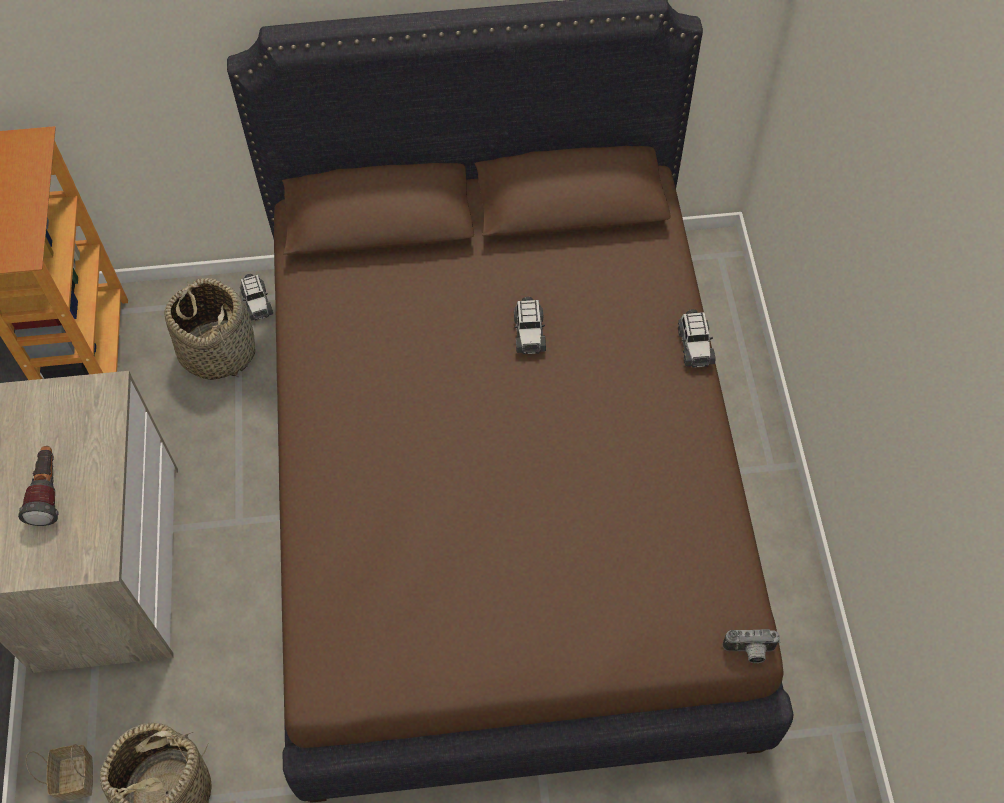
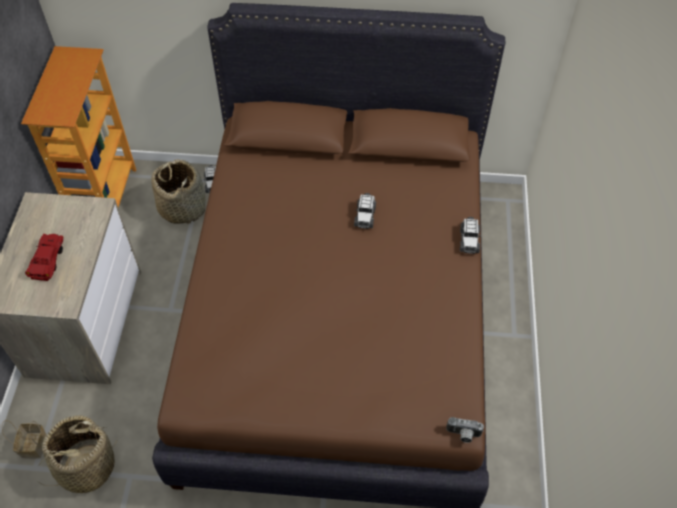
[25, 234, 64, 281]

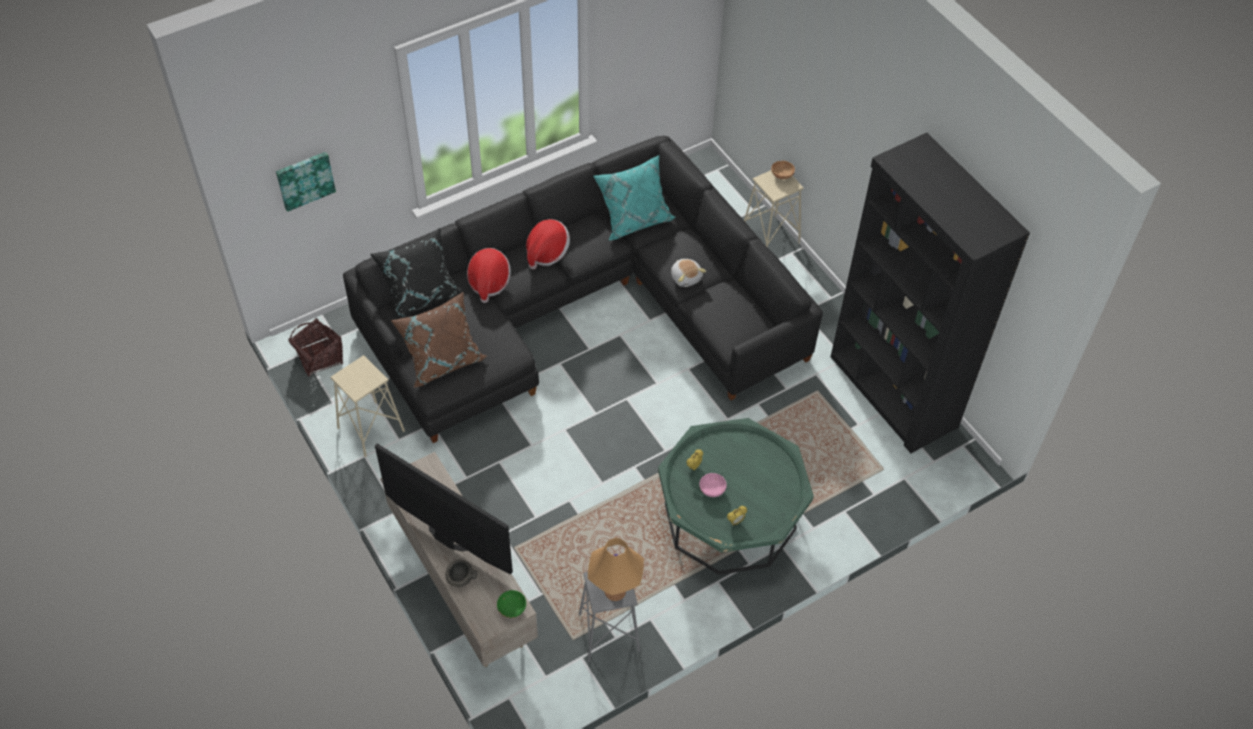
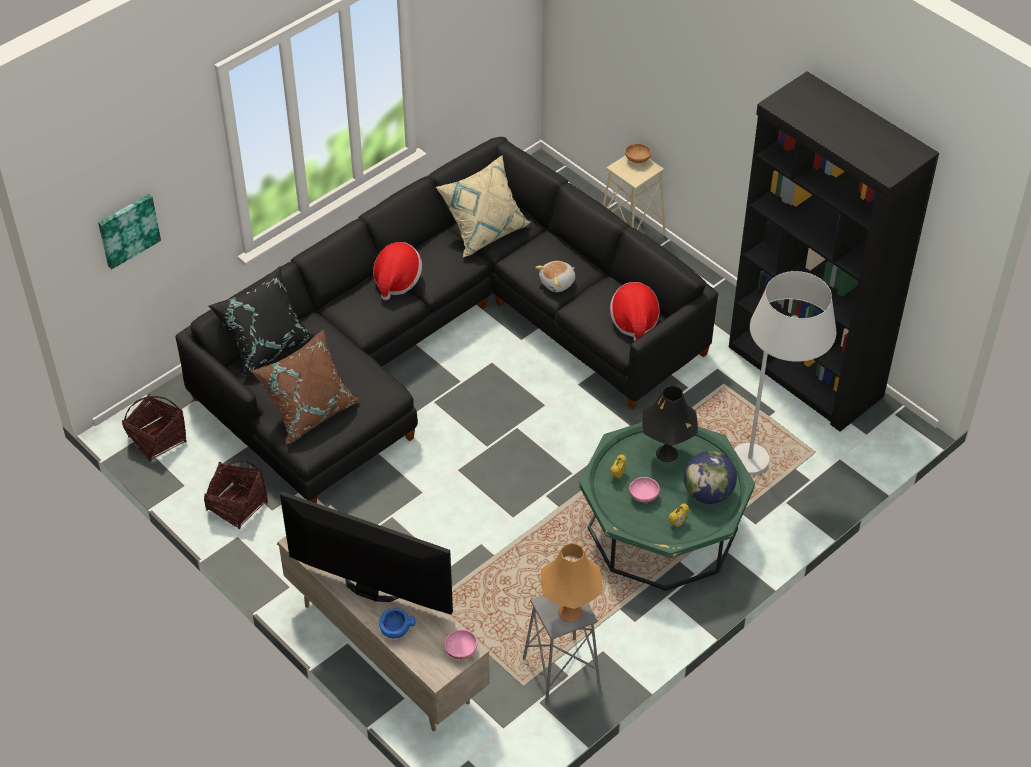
[204, 461, 268, 529]
[379, 608, 415, 638]
[436, 155, 531, 257]
[445, 630, 478, 659]
[535, 261, 575, 292]
[610, 282, 659, 341]
[642, 385, 698, 462]
[684, 451, 737, 504]
[734, 271, 836, 475]

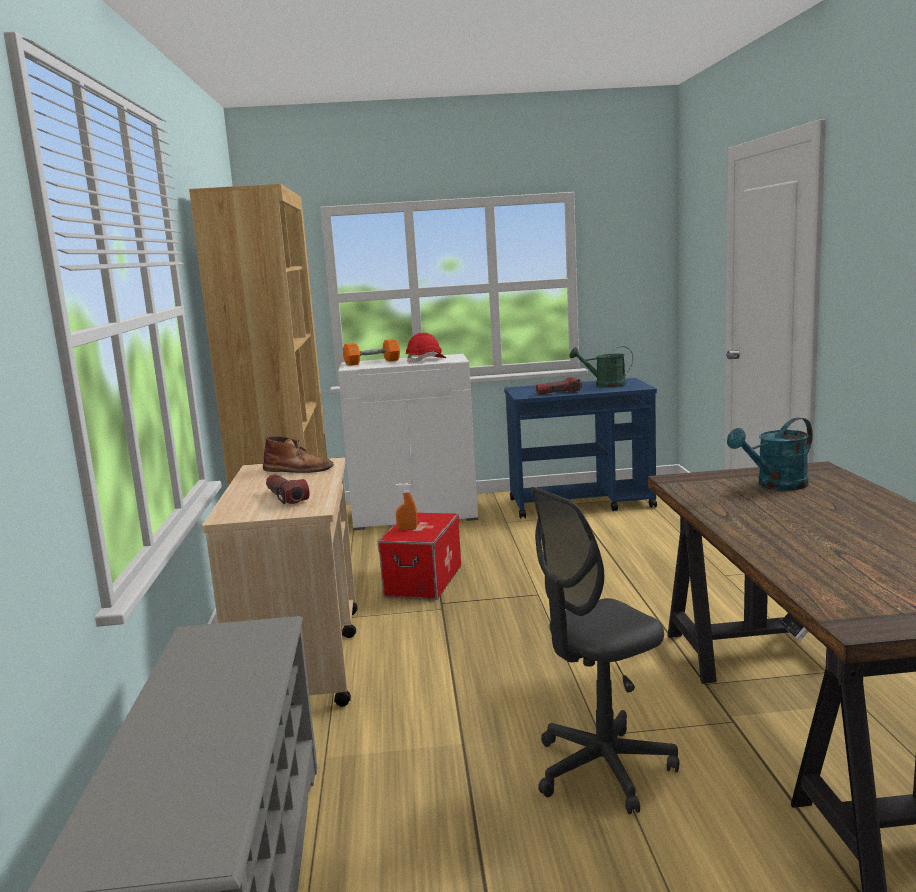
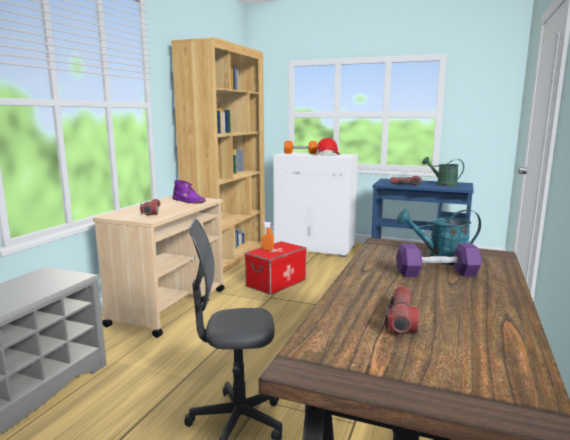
[173, 180, 206, 203]
[385, 287, 419, 333]
[396, 243, 482, 277]

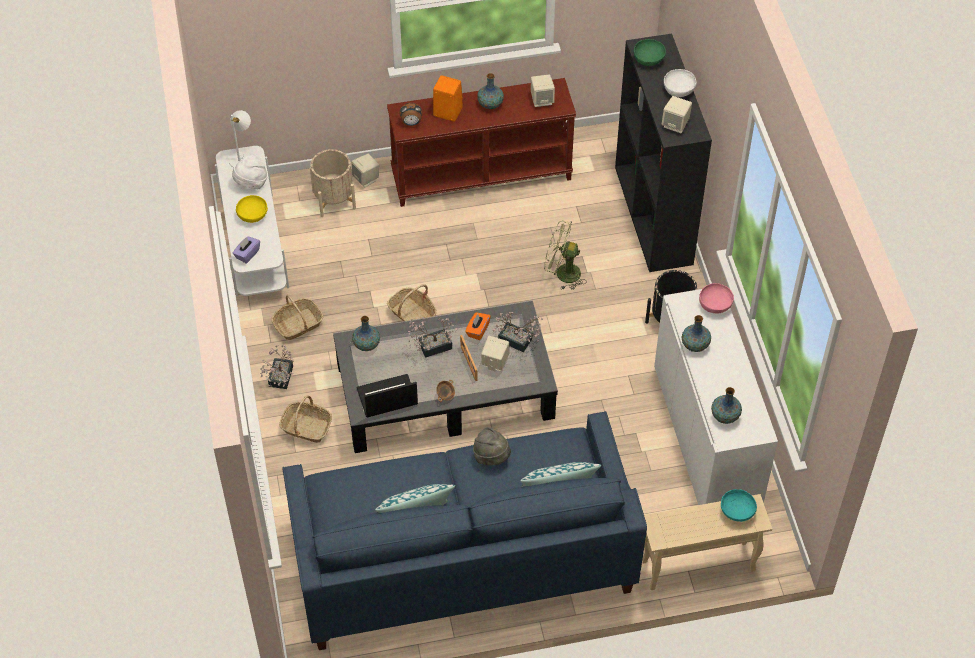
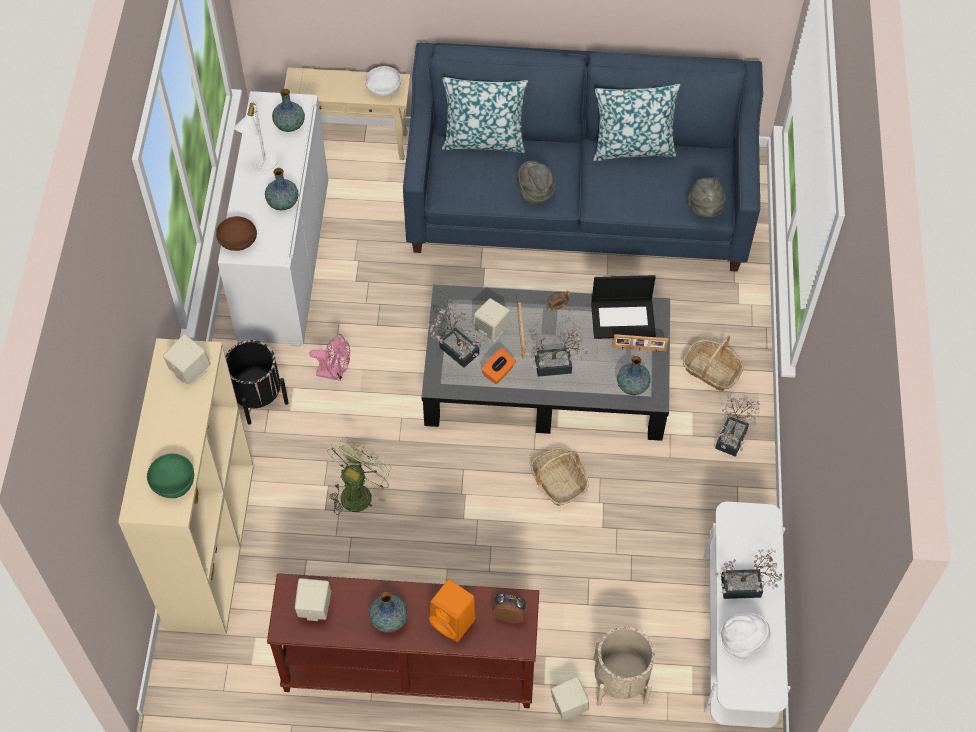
[118, 338, 254, 635]
[216, 216, 257, 251]
[233, 101, 278, 171]
[309, 334, 350, 381]
[327, 438, 395, 515]
[365, 66, 401, 96]
[613, 334, 669, 352]
[687, 177, 726, 217]
[714, 549, 783, 599]
[233, 236, 260, 264] (first image)
[271, 295, 323, 340] (first image)
[721, 489, 757, 522] (first image)

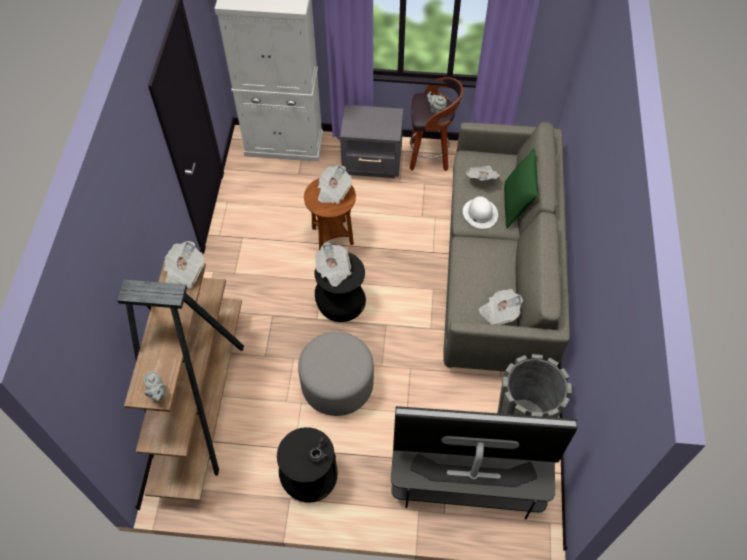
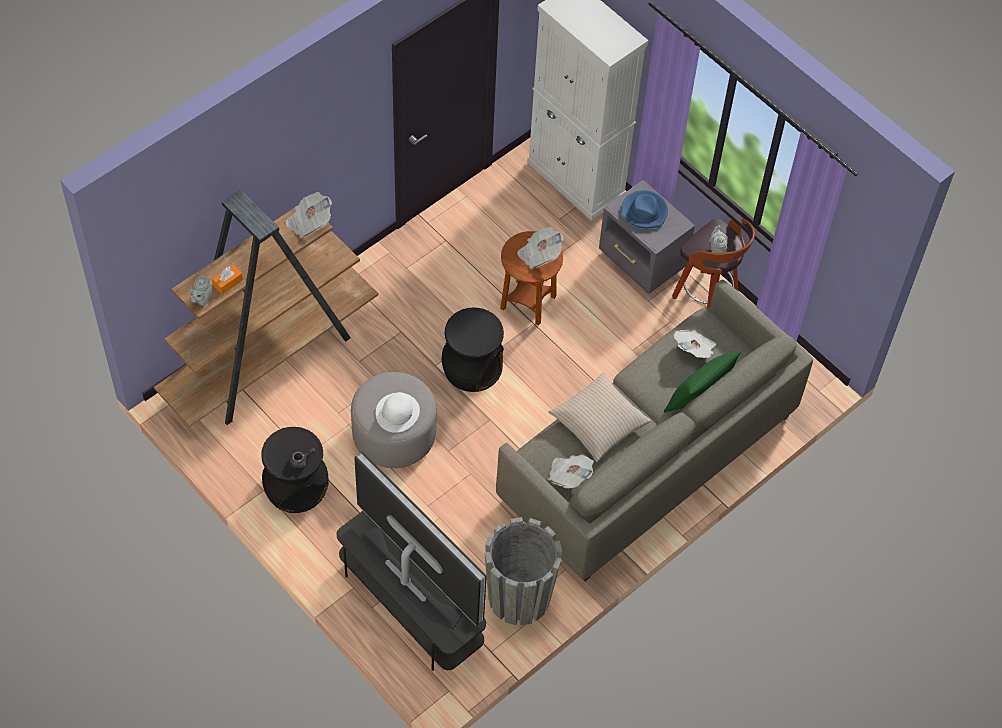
[212, 265, 243, 294]
[376, 392, 420, 433]
[548, 372, 651, 462]
[621, 190, 668, 228]
[315, 243, 351, 287] (first image)

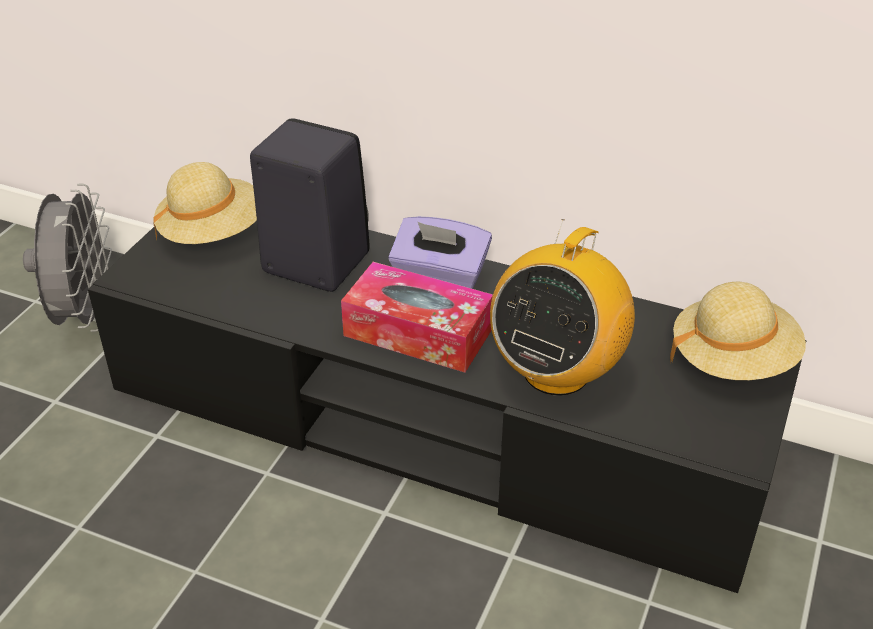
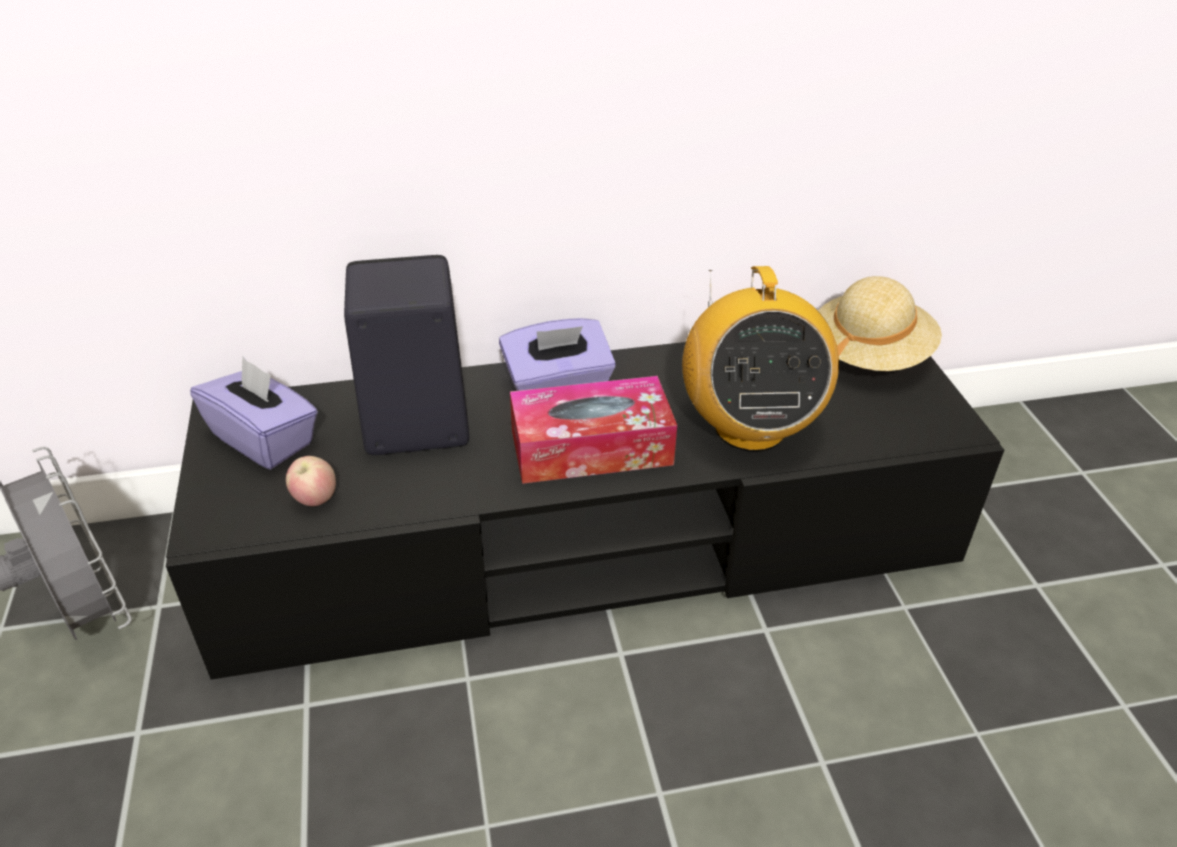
[190, 357, 318, 469]
[286, 456, 336, 506]

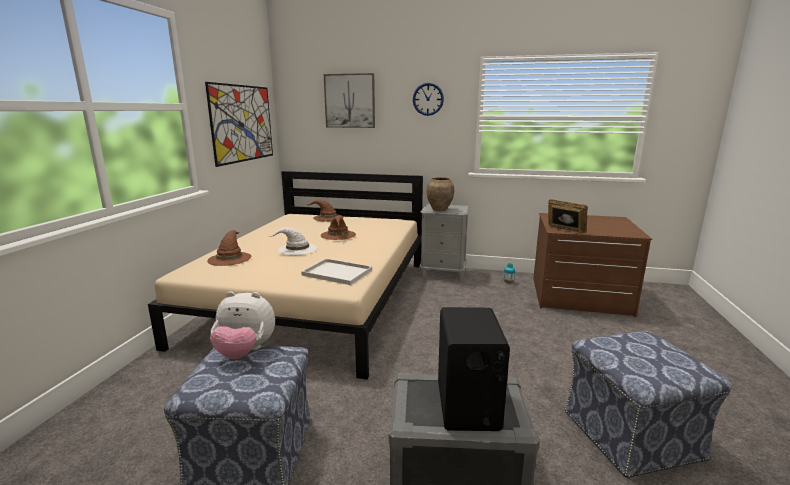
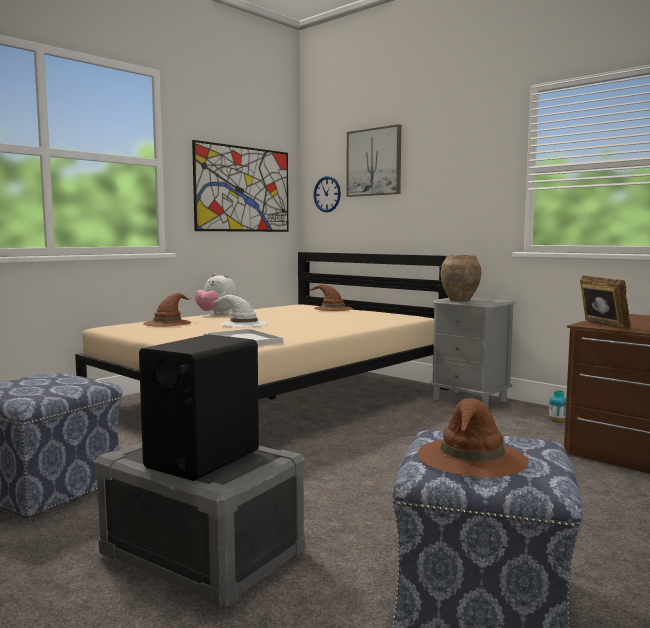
[195, 273, 238, 314]
[314, 176, 341, 212]
[418, 398, 529, 478]

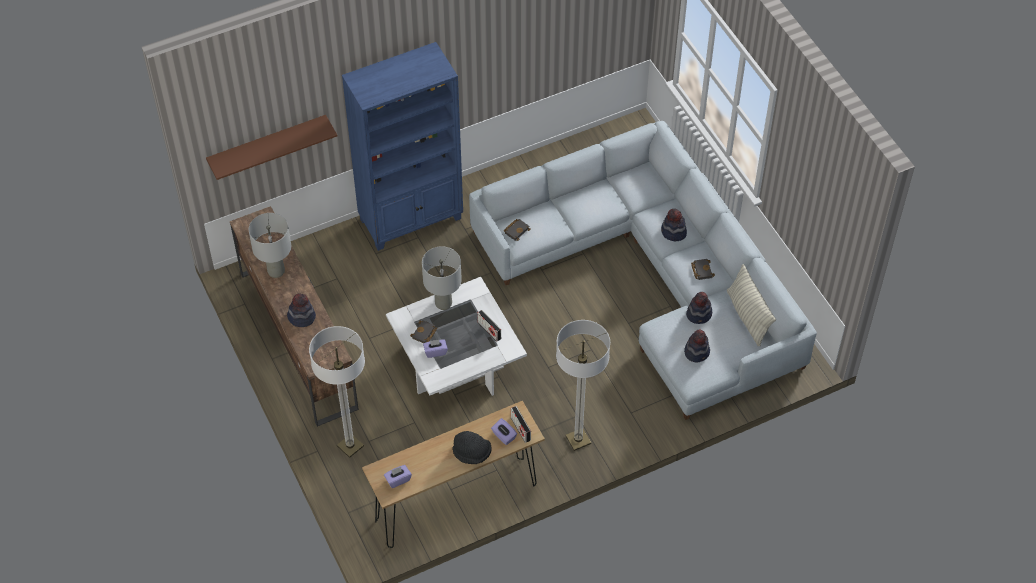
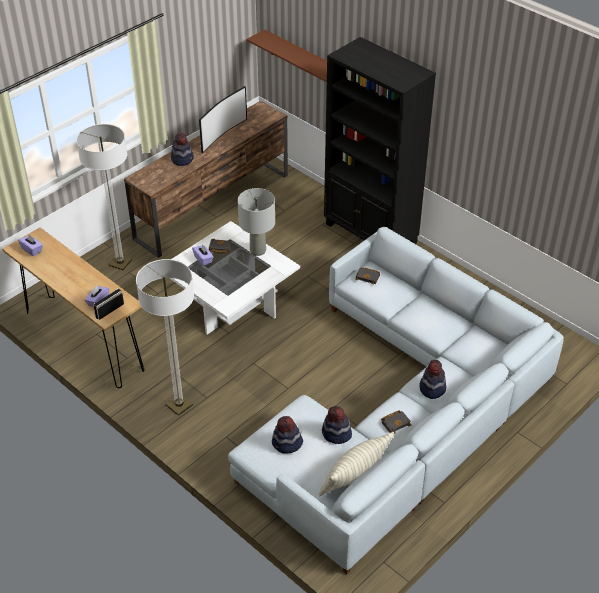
[199, 86, 247, 153]
[324, 37, 436, 244]
[452, 431, 492, 464] (first image)
[477, 310, 501, 342] (first image)

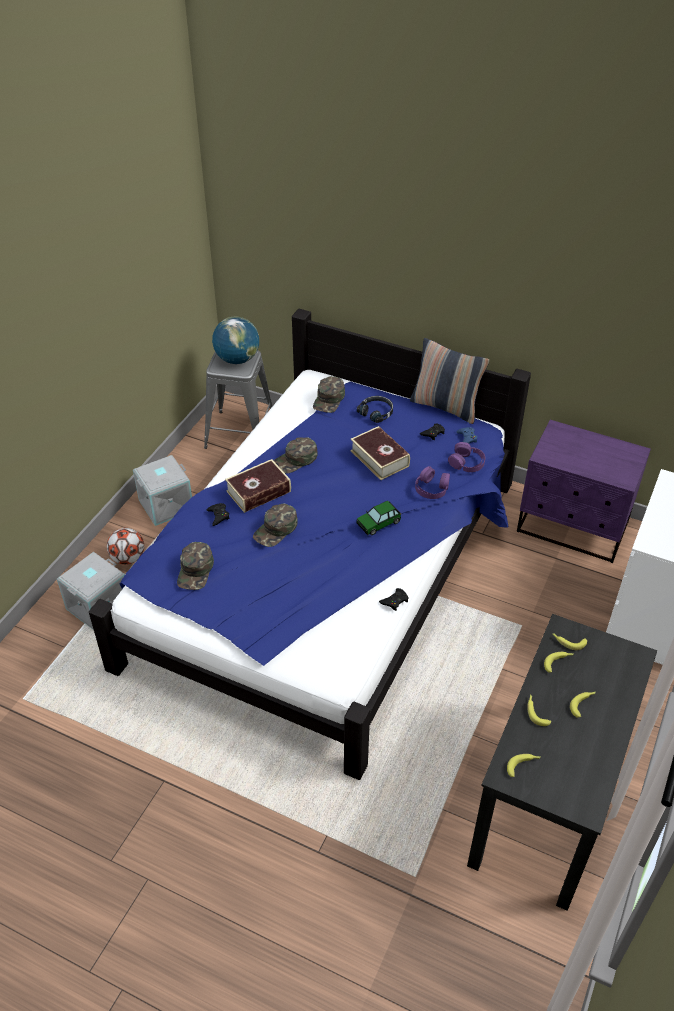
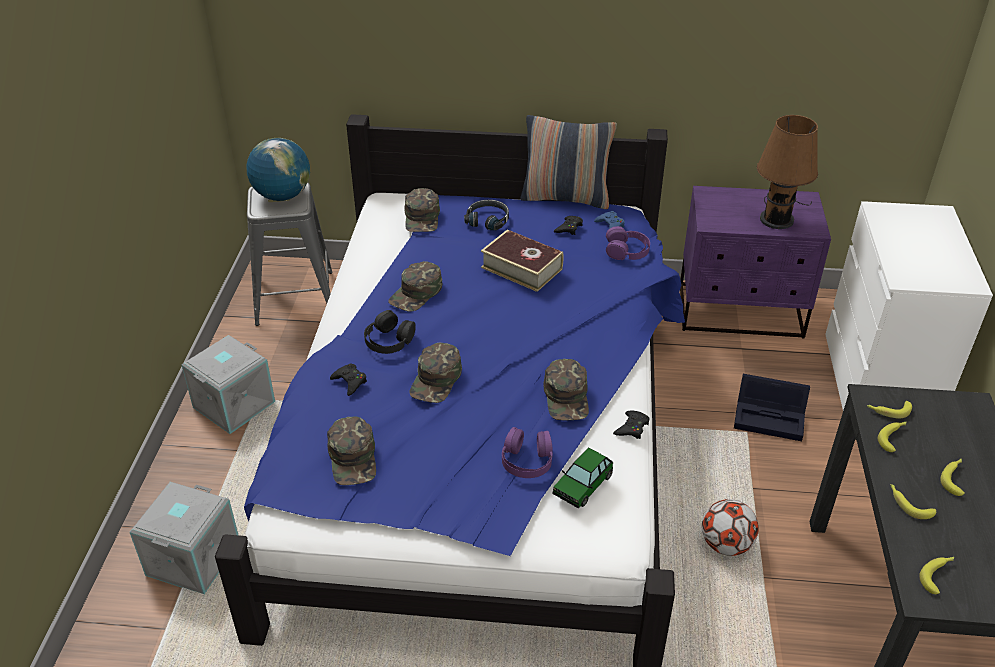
[364, 310, 416, 354]
[502, 427, 553, 478]
[543, 359, 589, 420]
[552, 447, 613, 509]
[702, 499, 759, 556]
[734, 374, 810, 441]
[757, 115, 818, 229]

